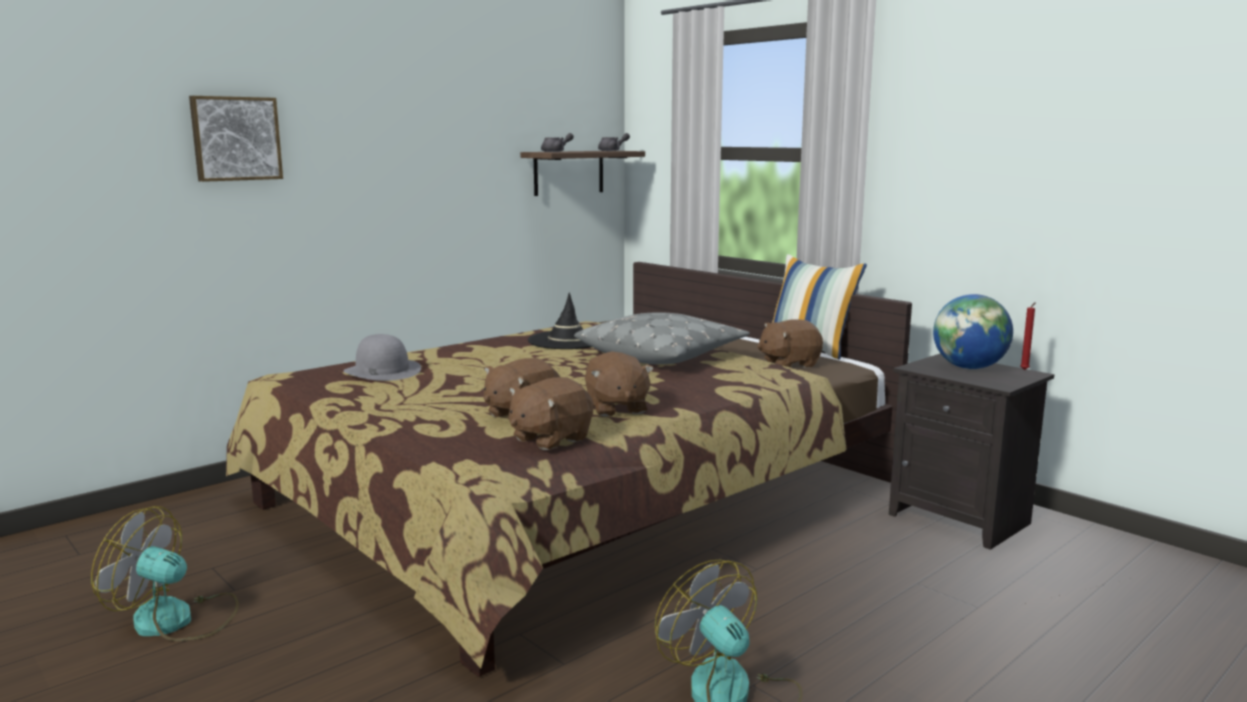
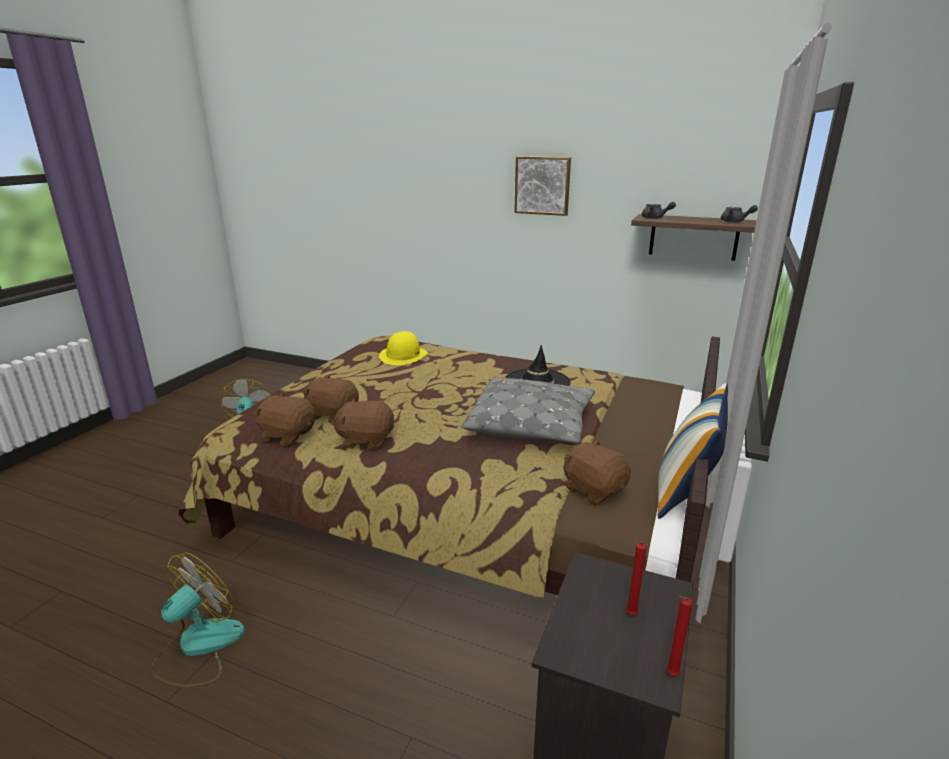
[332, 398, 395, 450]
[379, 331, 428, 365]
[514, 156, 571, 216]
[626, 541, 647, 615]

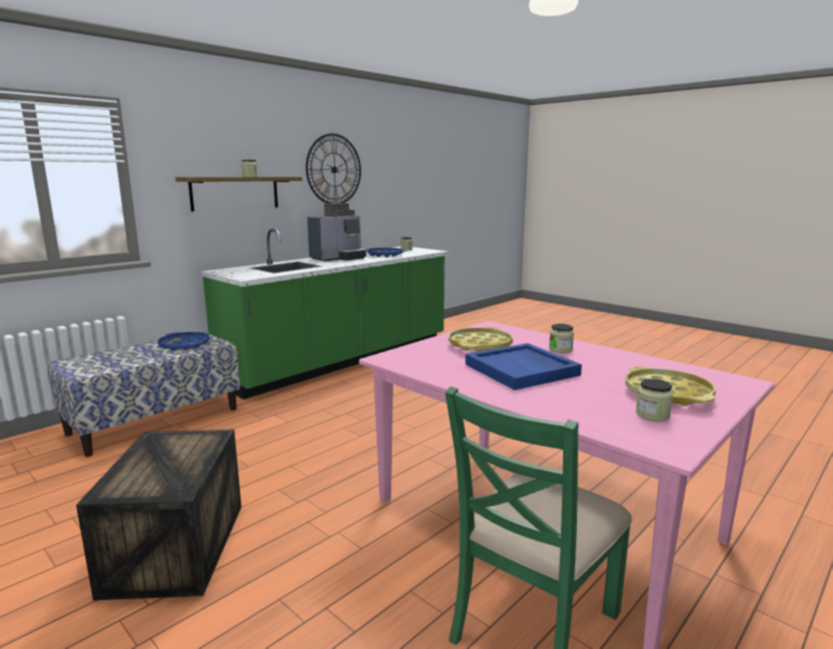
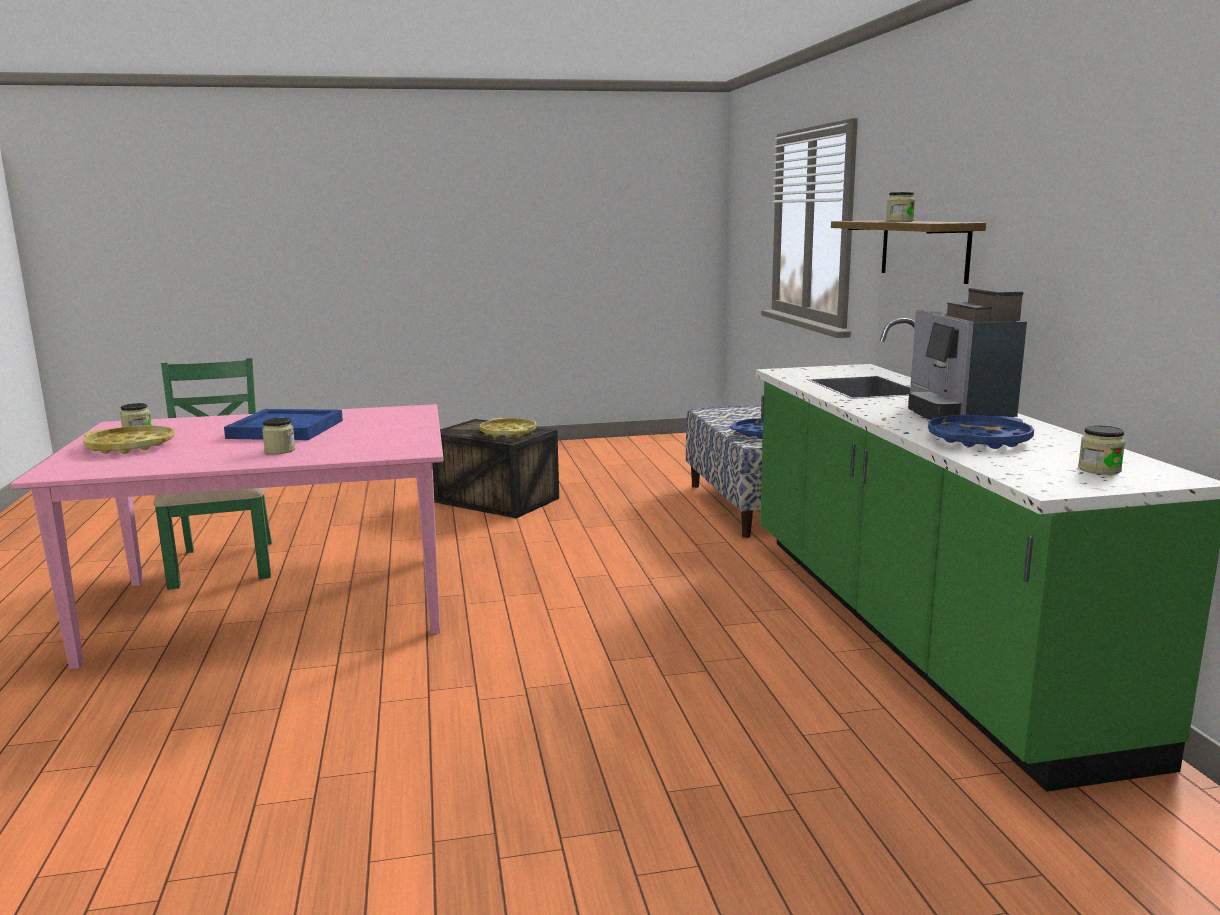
[480, 418, 537, 438]
[306, 134, 361, 204] (first image)

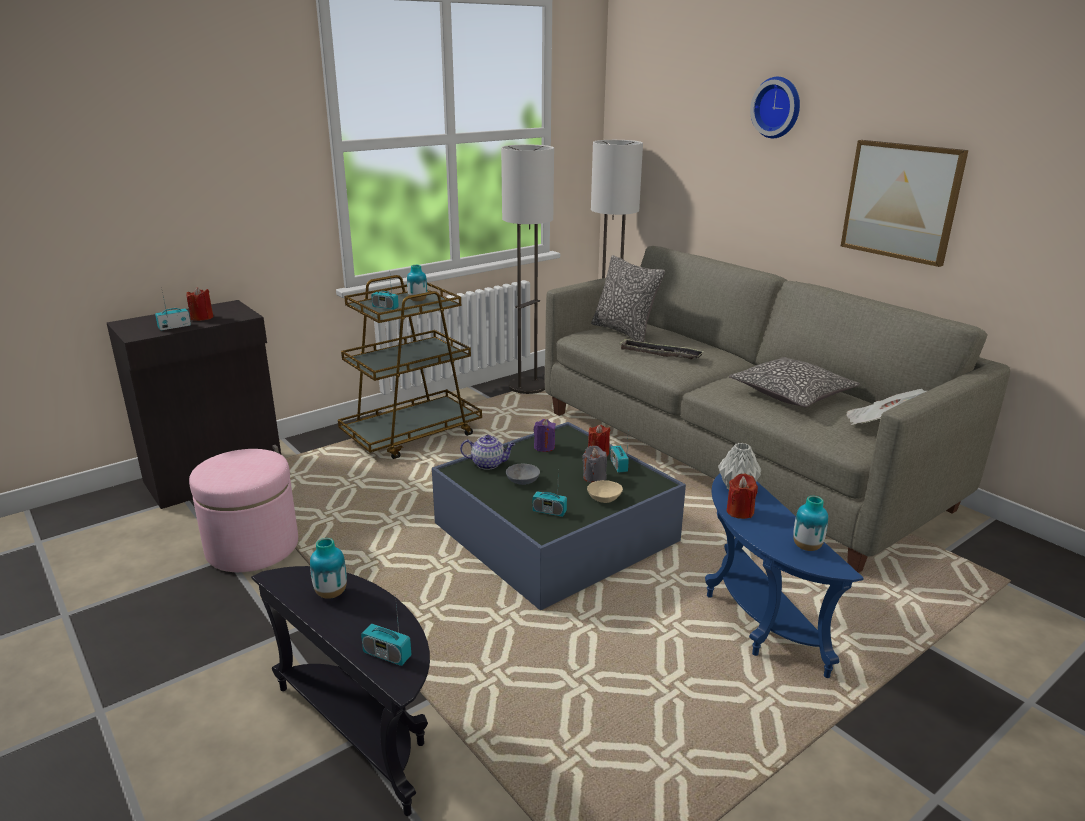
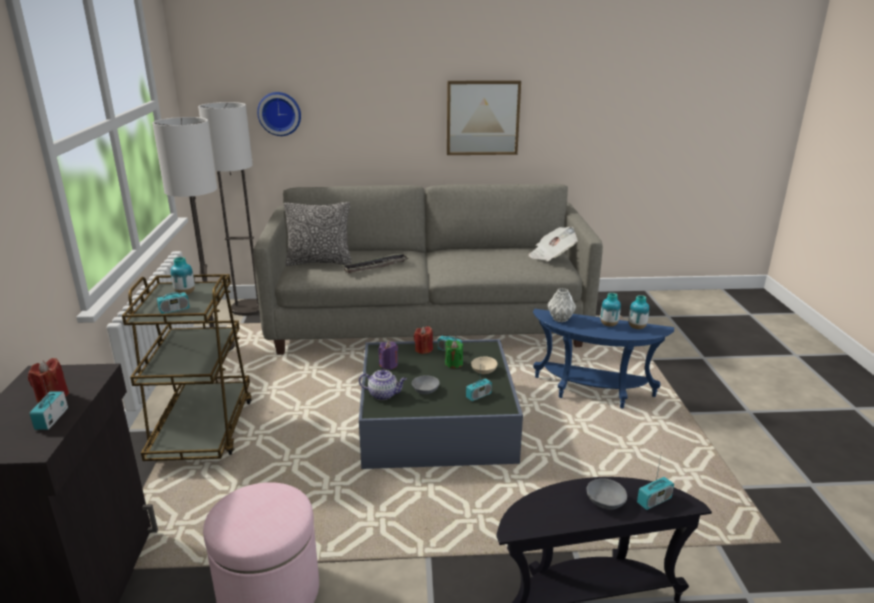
[257, 92, 301, 136]
[359, 370, 407, 400]
[445, 340, 463, 368]
[587, 478, 627, 510]
[601, 293, 621, 327]
[726, 474, 758, 519] (first image)
[729, 357, 860, 407] (first image)

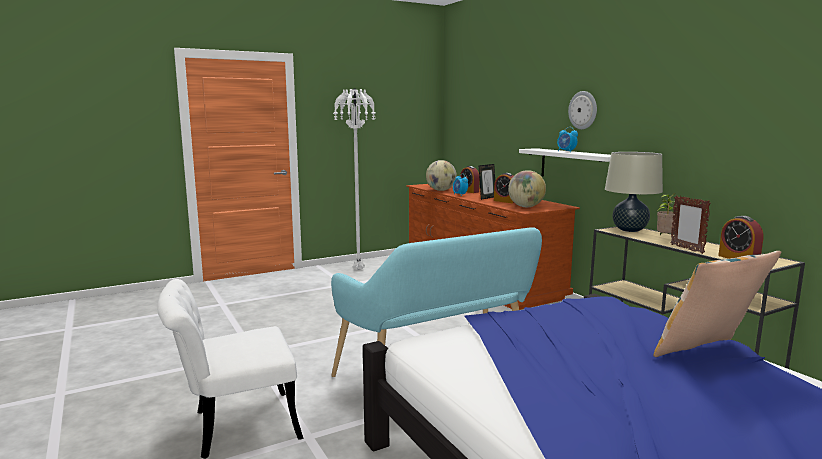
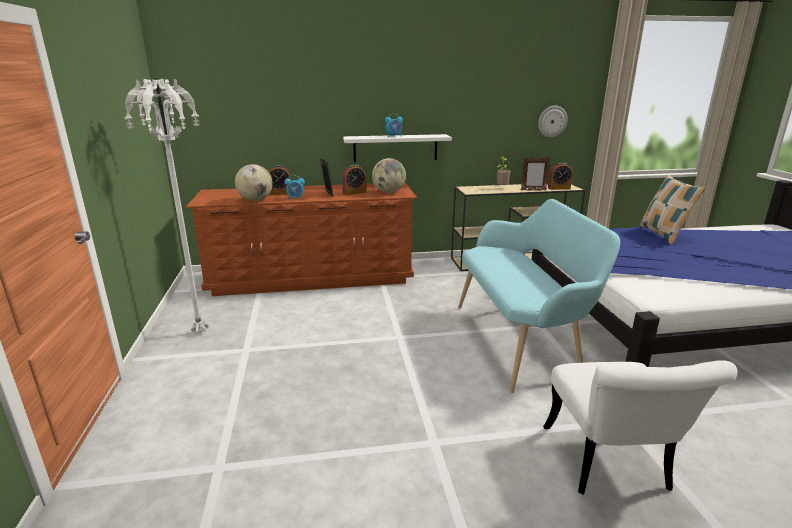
[538, 106, 567, 137]
[605, 152, 663, 232] (first image)

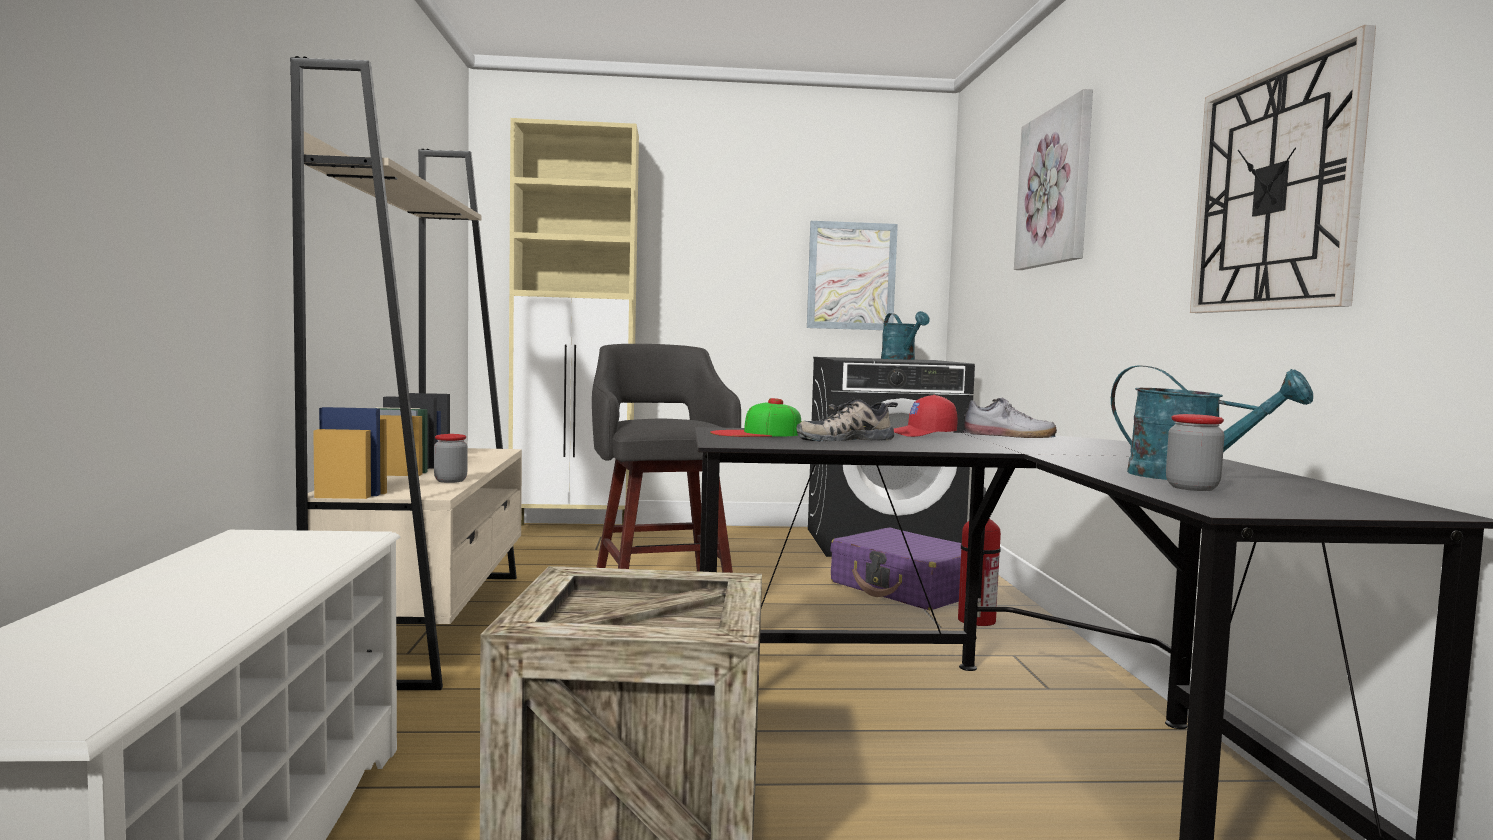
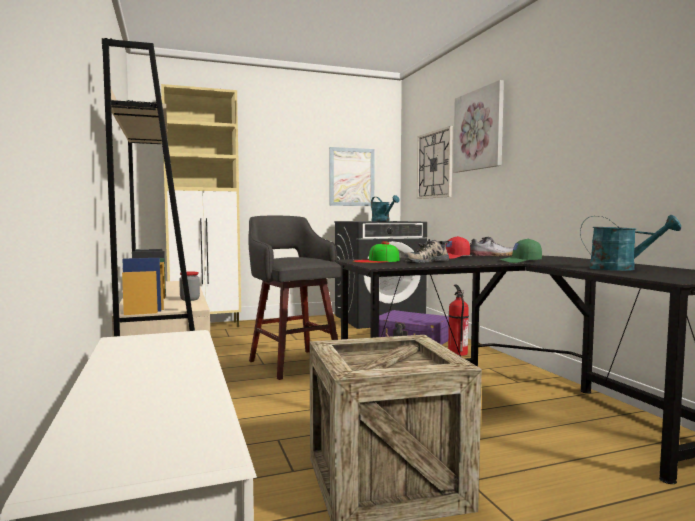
[417, 126, 453, 199]
[499, 239, 542, 263]
[1166, 414, 1225, 491] (first image)

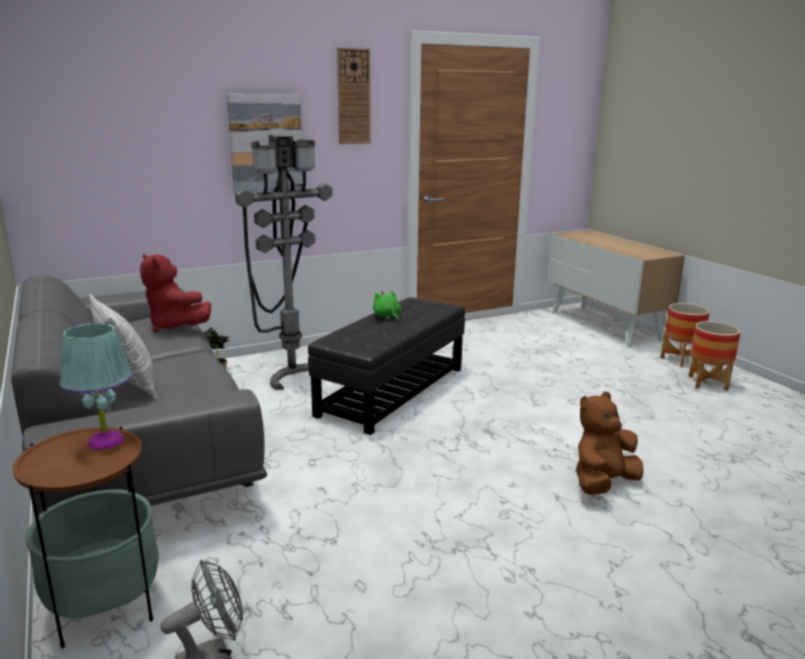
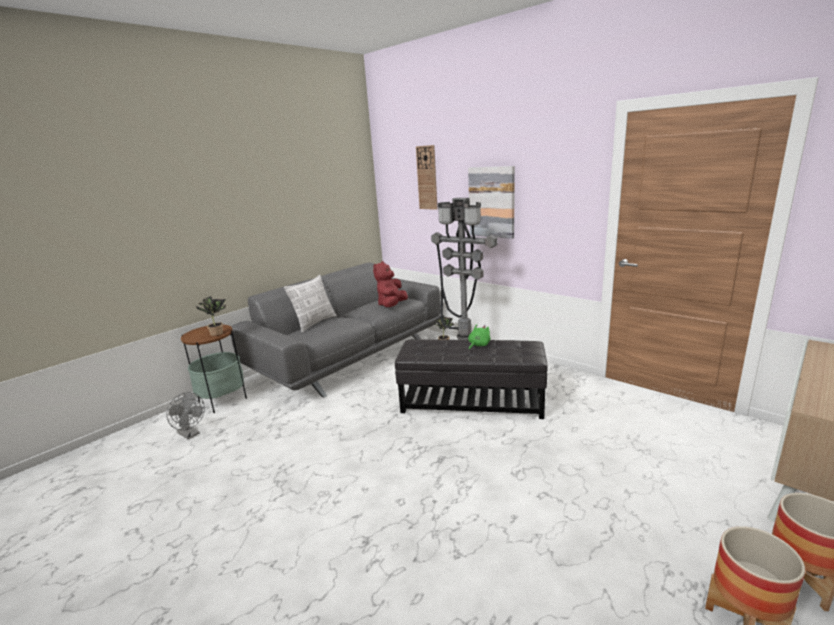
[196, 296, 226, 336]
[416, 145, 437, 210]
[576, 392, 644, 495] (first image)

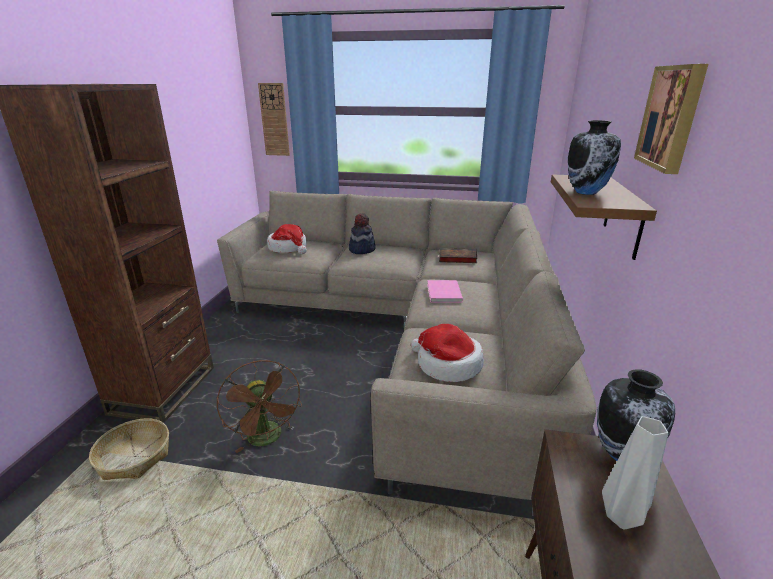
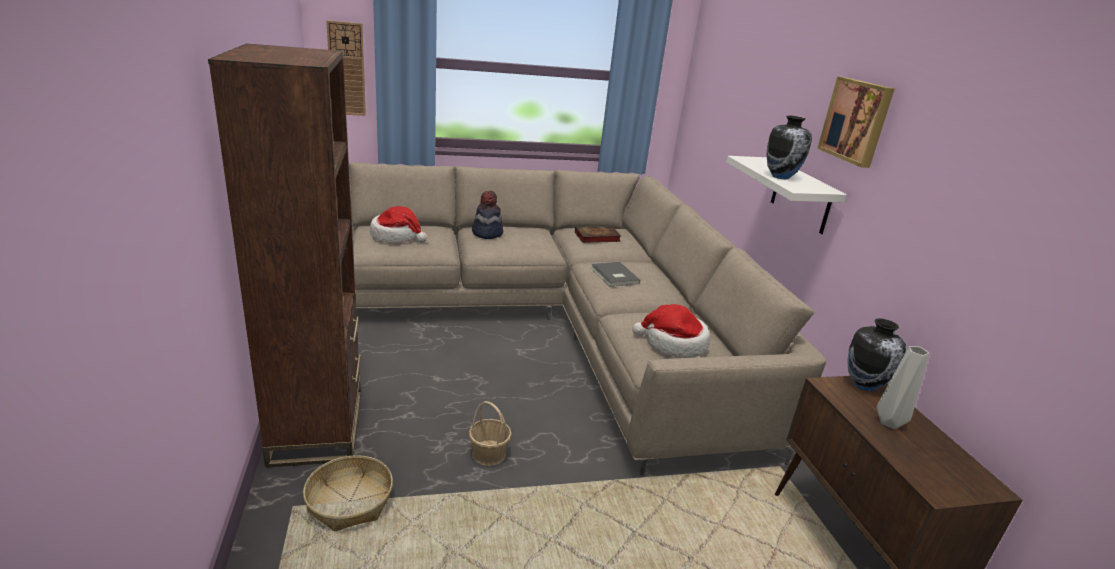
[469, 401, 512, 466]
[591, 262, 640, 287]
[726, 156, 847, 234]

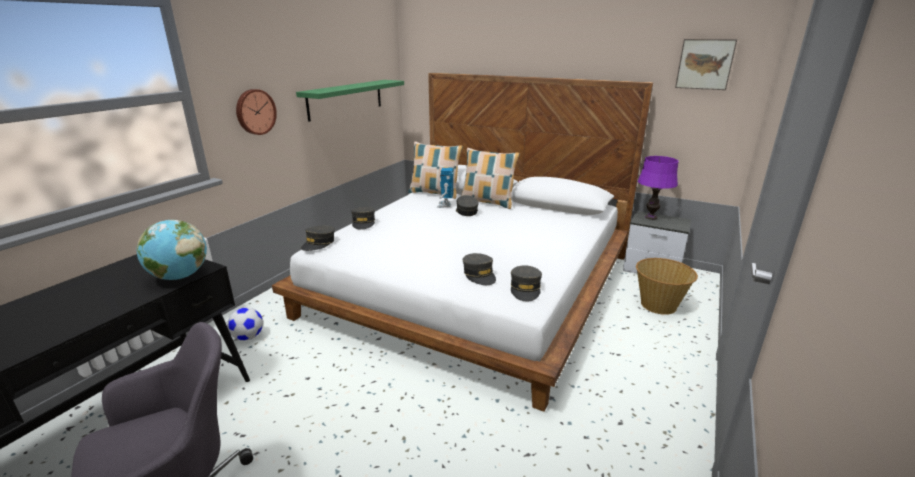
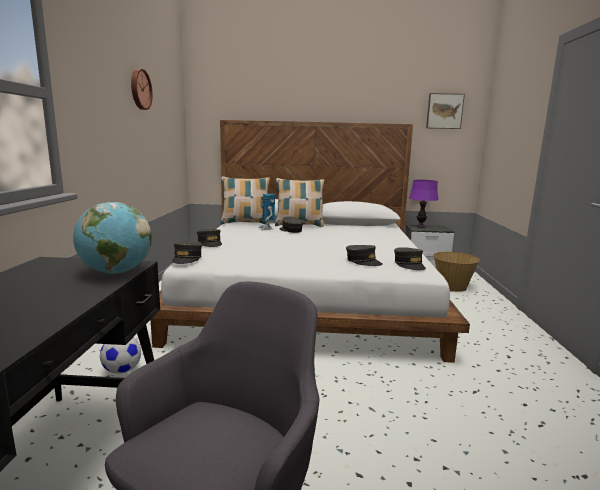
[131, 69, 153, 110]
[296, 80, 404, 122] (first image)

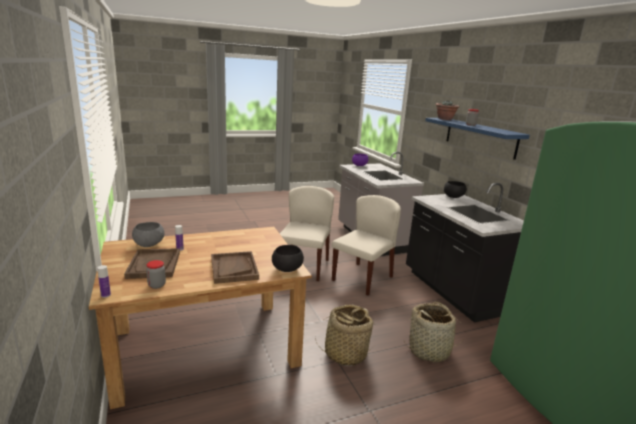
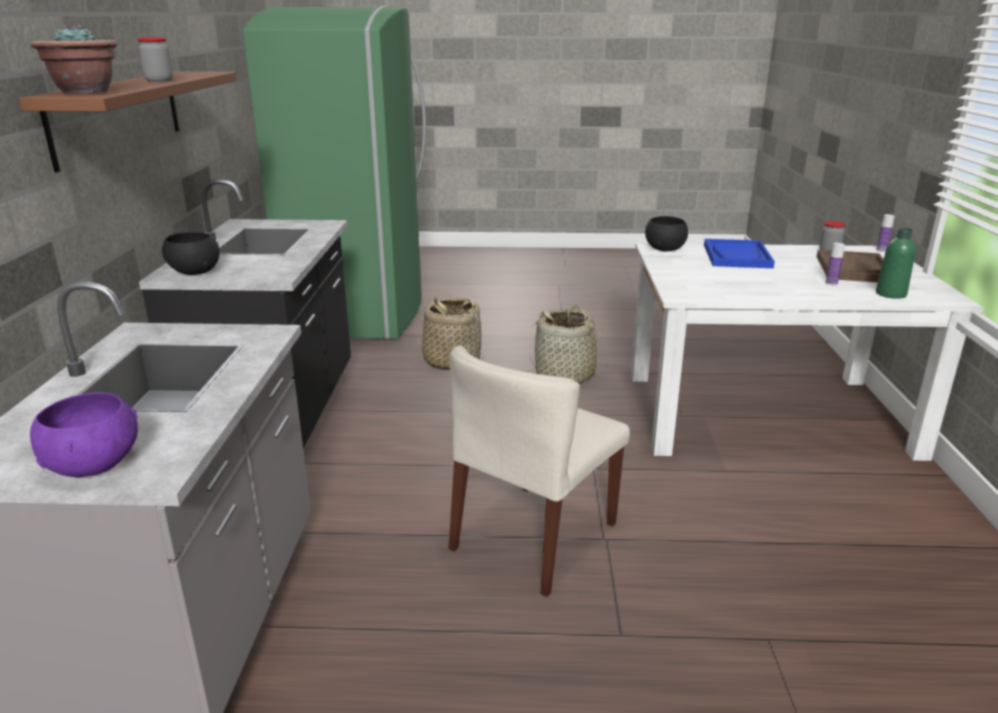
[19, 71, 237, 172]
[631, 243, 984, 461]
[704, 239, 775, 268]
[876, 228, 916, 299]
[332, 195, 401, 295] (first image)

